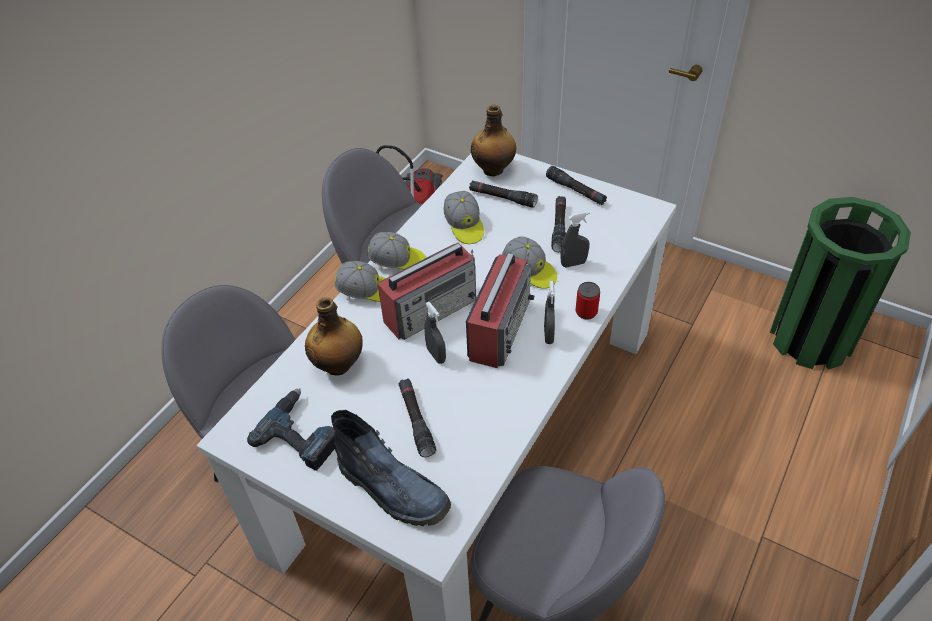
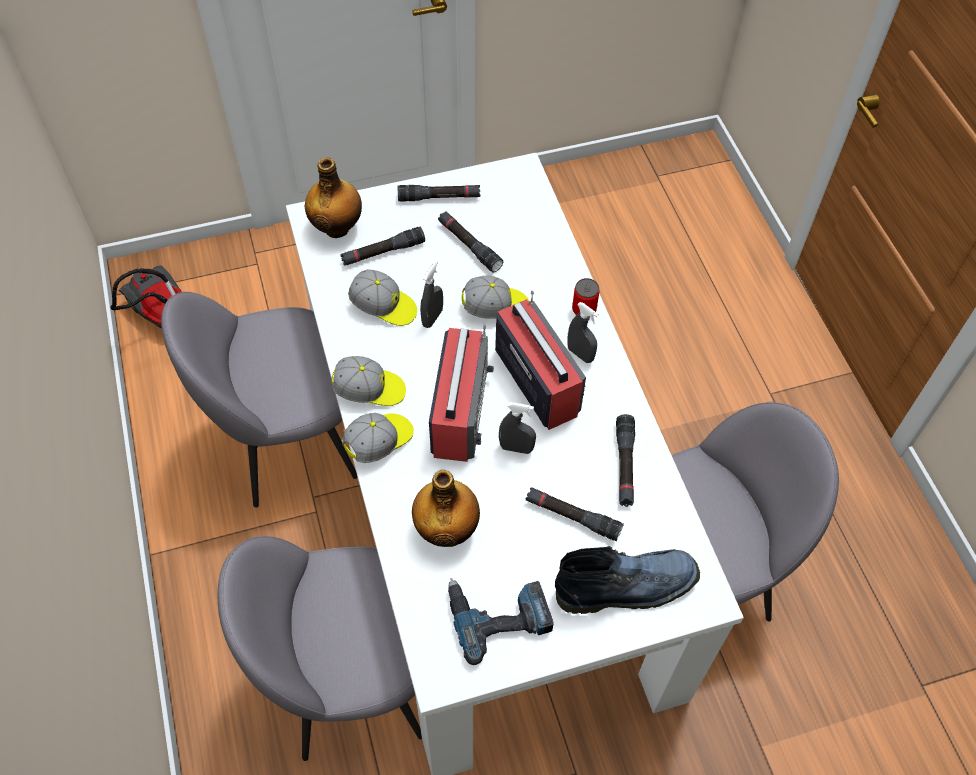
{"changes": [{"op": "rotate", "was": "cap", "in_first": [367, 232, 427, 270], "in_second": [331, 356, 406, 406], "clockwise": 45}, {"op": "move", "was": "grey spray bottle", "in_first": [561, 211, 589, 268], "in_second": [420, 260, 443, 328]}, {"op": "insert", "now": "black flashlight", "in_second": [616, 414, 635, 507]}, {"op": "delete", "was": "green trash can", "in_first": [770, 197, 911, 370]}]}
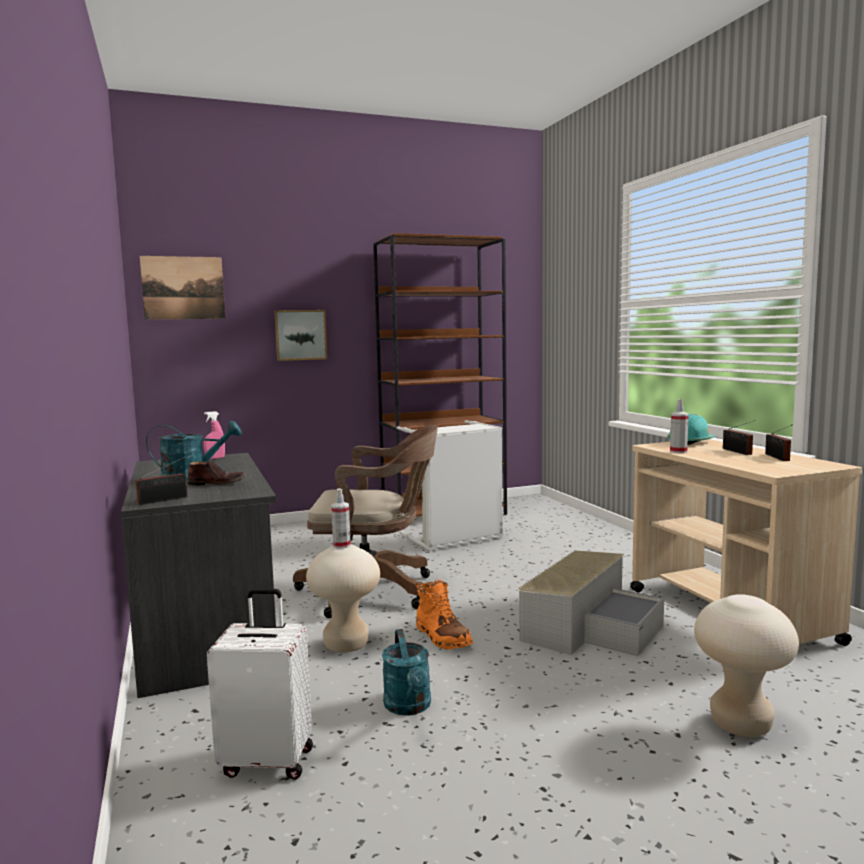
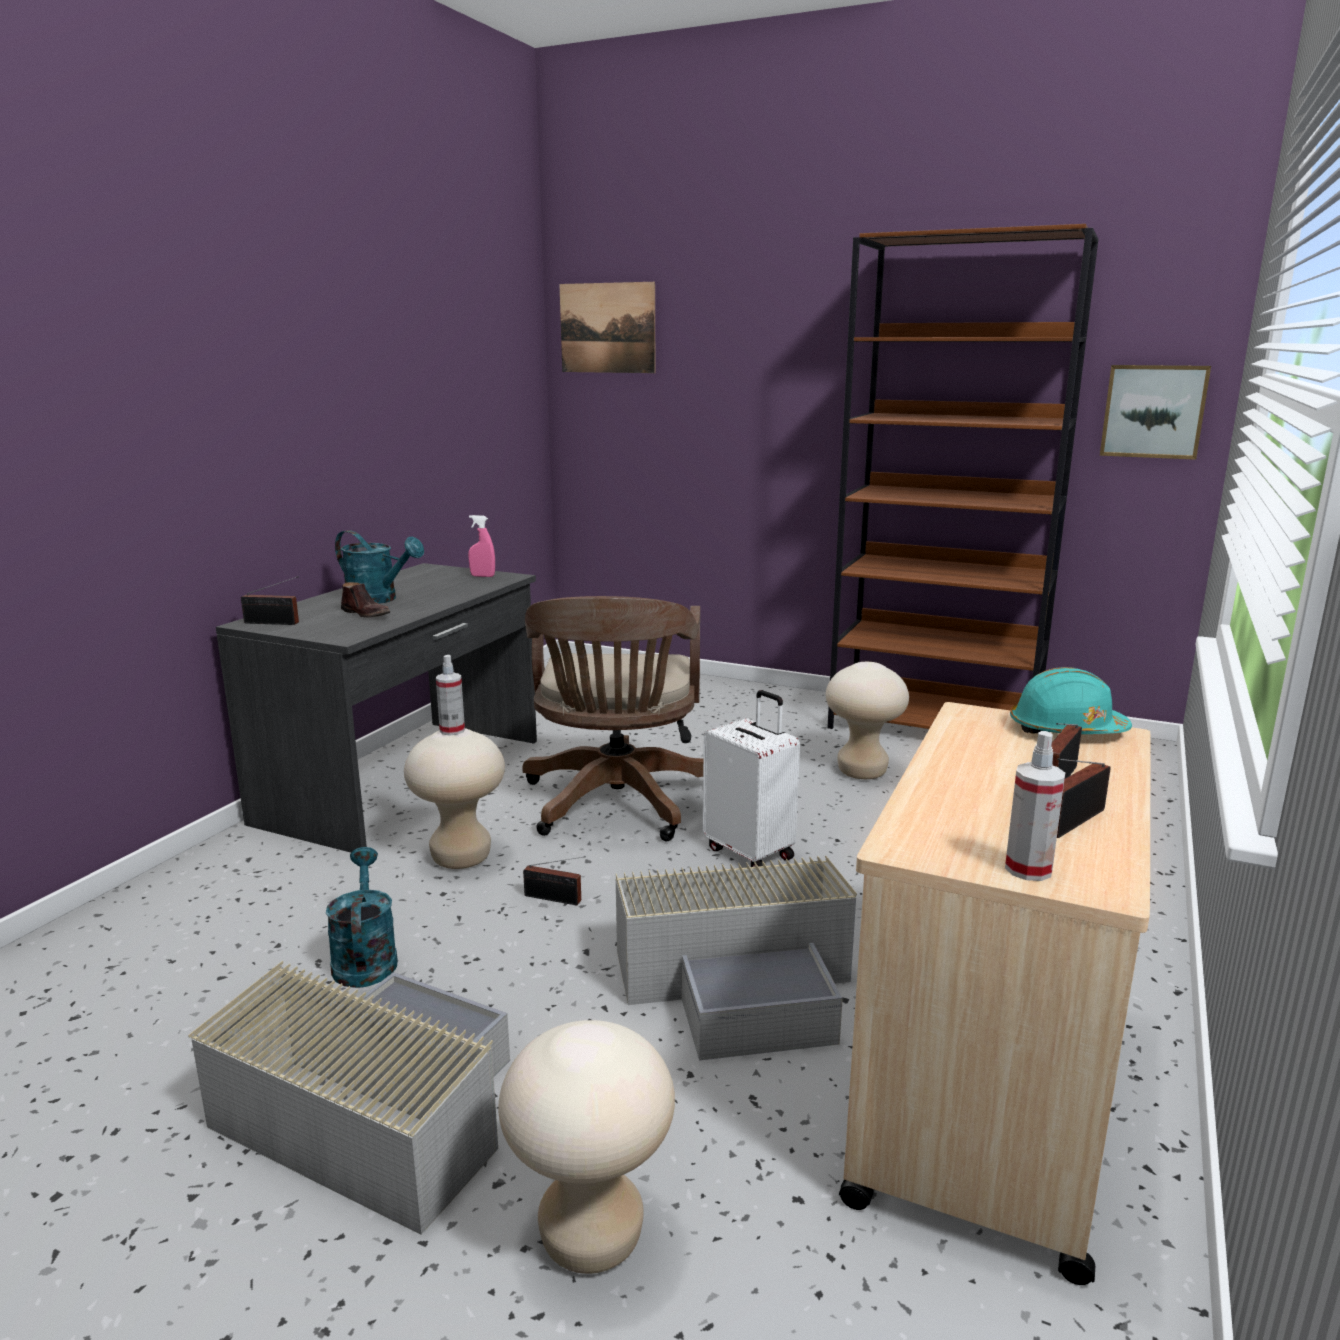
{"changes": [{"op": "insert", "now": "grey storage box", "in_second": [188, 961, 510, 1235]}, {"op": "rotate", "was": "turquoise watering can", "in_first": [382, 629, 431, 716], "in_second": [326, 847, 398, 988], "clockwise": 135}, {"op": "rotate", "was": "brown office chair", "in_first": [293, 425, 438, 618], "in_second": [522, 596, 703, 841], "clockwise": 45}, {"op": "replace", "was": "orange boot", "now": "radio", "in_first": [416, 580, 473, 650], "in_second": [523, 856, 586, 905]}, {"op": "move", "was": "white suitcase", "in_first": [207, 589, 313, 780], "in_second": [703, 690, 800, 867]}, {"op": "replace", "was": "grey laundry basket", "now": "beige stool", "in_first": [396, 420, 503, 551], "in_second": [826, 662, 909, 779]}, {"op": "move", "was": "spray bottle", "in_first": [670, 399, 689, 454], "in_second": [1005, 731, 1065, 881]}, {"op": "move", "was": "picture", "in_first": [274, 310, 327, 361], "in_second": [1100, 365, 1211, 460]}]}
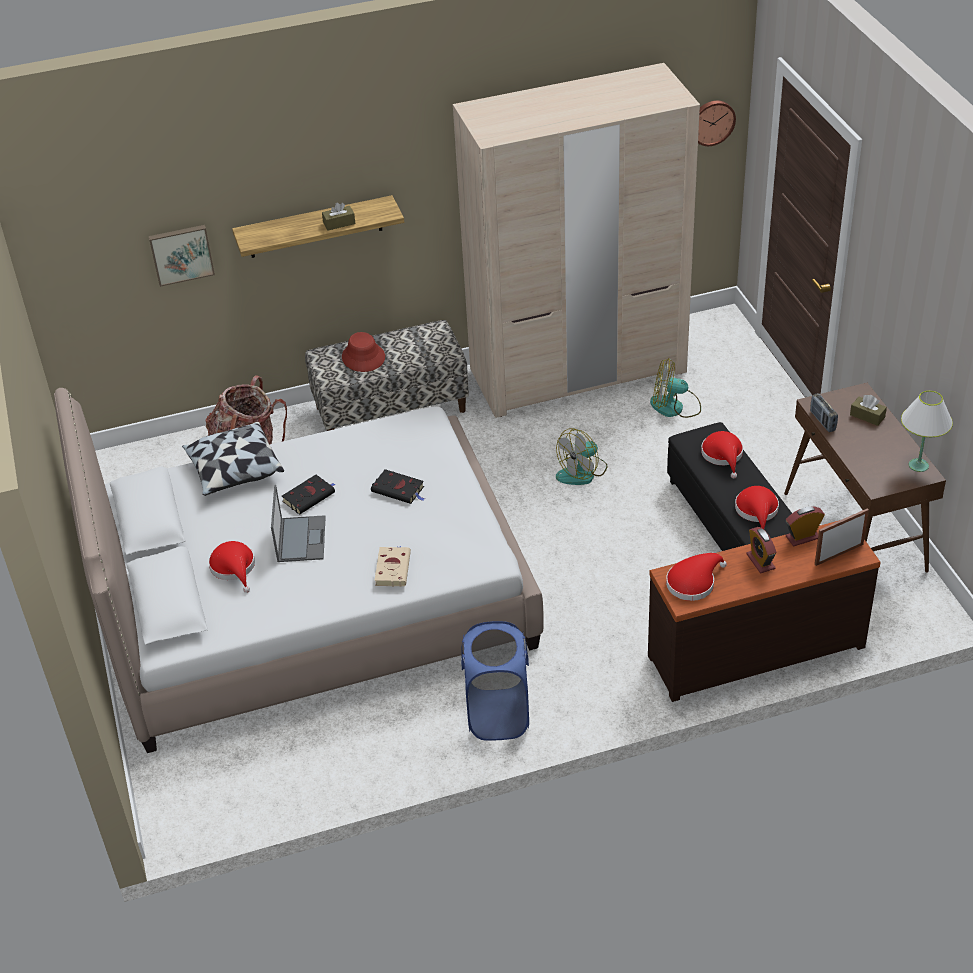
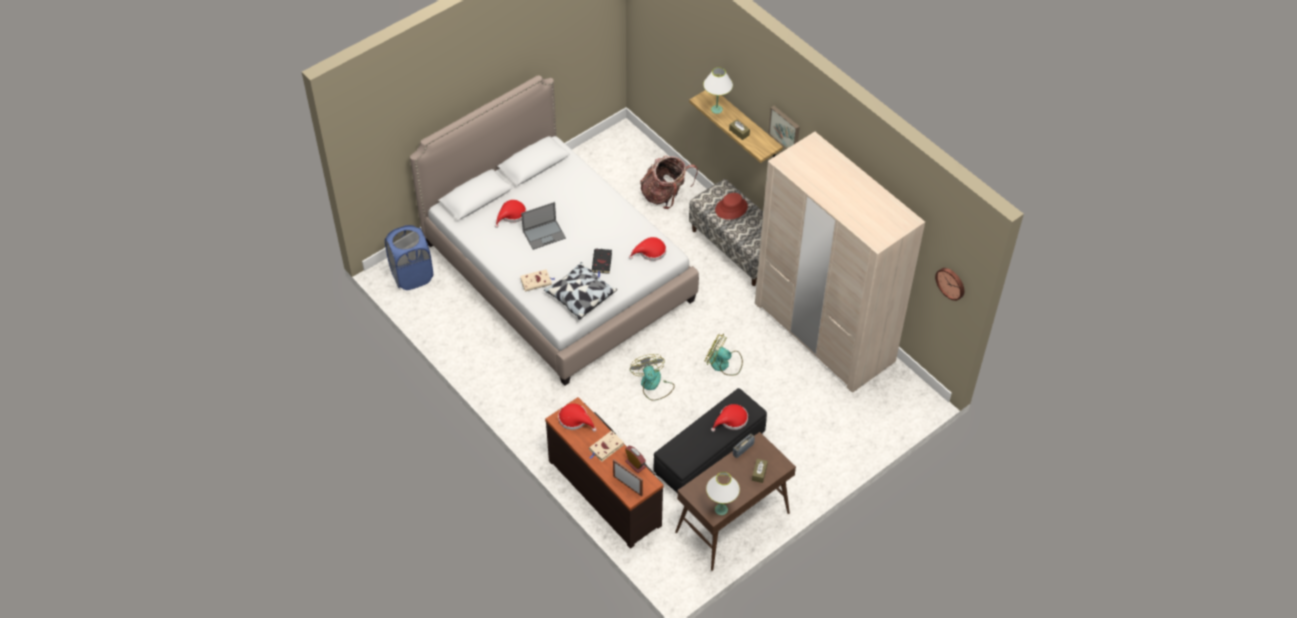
{"changes": [{"op": "move", "was": "blue laundry basket", "in_first": [461, 621, 529, 741], "in_second": [385, 225, 433, 290]}, {"op": "move", "was": "pillow", "in_first": [182, 422, 284, 496], "in_second": [544, 262, 617, 320]}, {"op": "replace", "was": "alarm clock", "now": "beige book", "in_first": [746, 527, 776, 573], "in_second": [589, 431, 624, 462]}, {"op": "move", "was": "red hat", "in_first": [735, 486, 779, 529], "in_second": [629, 237, 666, 261]}, {"op": "move", "was": "fan", "in_first": [650, 358, 701, 418], "in_second": [630, 354, 675, 401]}, {"op": "insert", "now": "white table lamp", "in_second": [703, 67, 733, 114]}, {"op": "move", "was": "picture", "in_first": [149, 225, 215, 287], "in_second": [768, 106, 800, 149]}, {"op": "delete", "was": "black book", "in_first": [282, 475, 335, 514]}]}
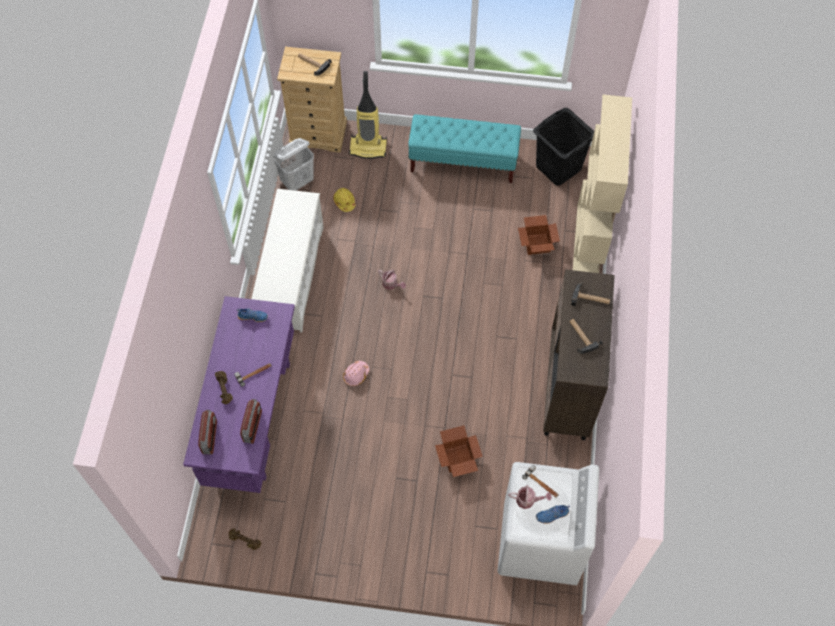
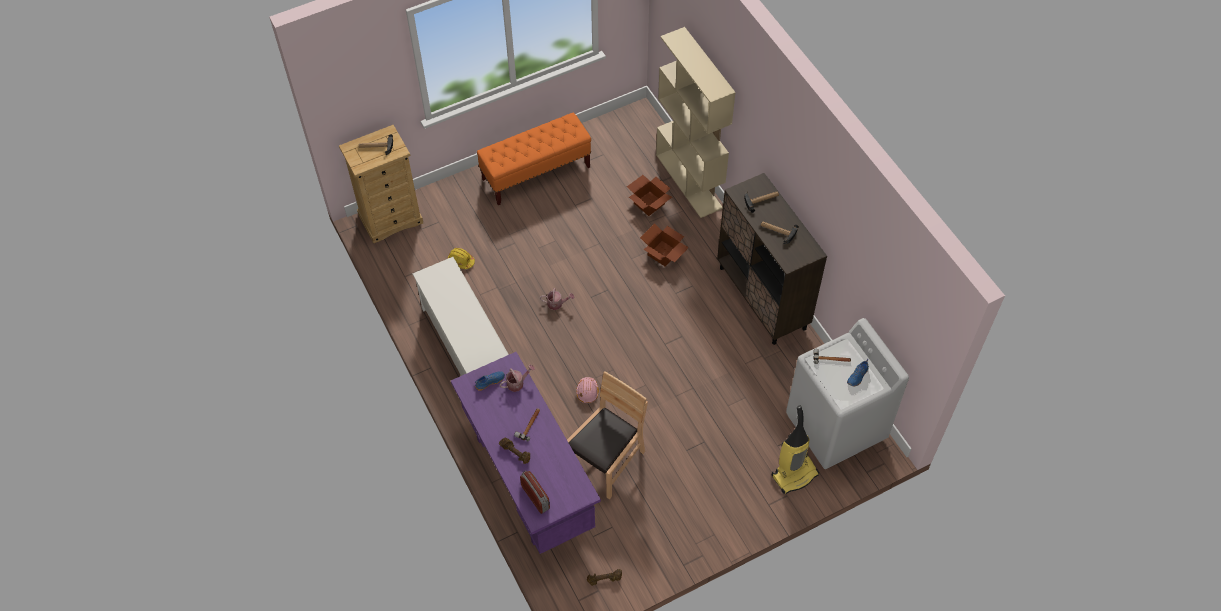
{"changes": [{"op": "recolor", "was": "turquoise bench", "now": "orange bench", "in_first": [408, 114, 521, 183], "in_second": [477, 113, 591, 205]}, {"op": "move", "was": "watering can", "in_first": [508, 485, 552, 509], "in_second": [500, 365, 535, 392]}, {"op": "insert", "now": "brown chair", "in_second": [567, 371, 648, 500]}, {"op": "move", "was": "cardboard box", "in_first": [435, 425, 483, 477], "in_second": [640, 223, 689, 267]}, {"op": "move", "was": "vacuum cleaner", "in_first": [349, 71, 387, 159], "in_second": [772, 405, 819, 494]}, {"op": "delete", "was": "radio", "in_first": [240, 399, 262, 444]}, {"op": "delete", "was": "white laundry basket", "in_first": [273, 138, 314, 191]}, {"op": "delete", "was": "black laundry basket", "in_first": [533, 108, 594, 186]}]}
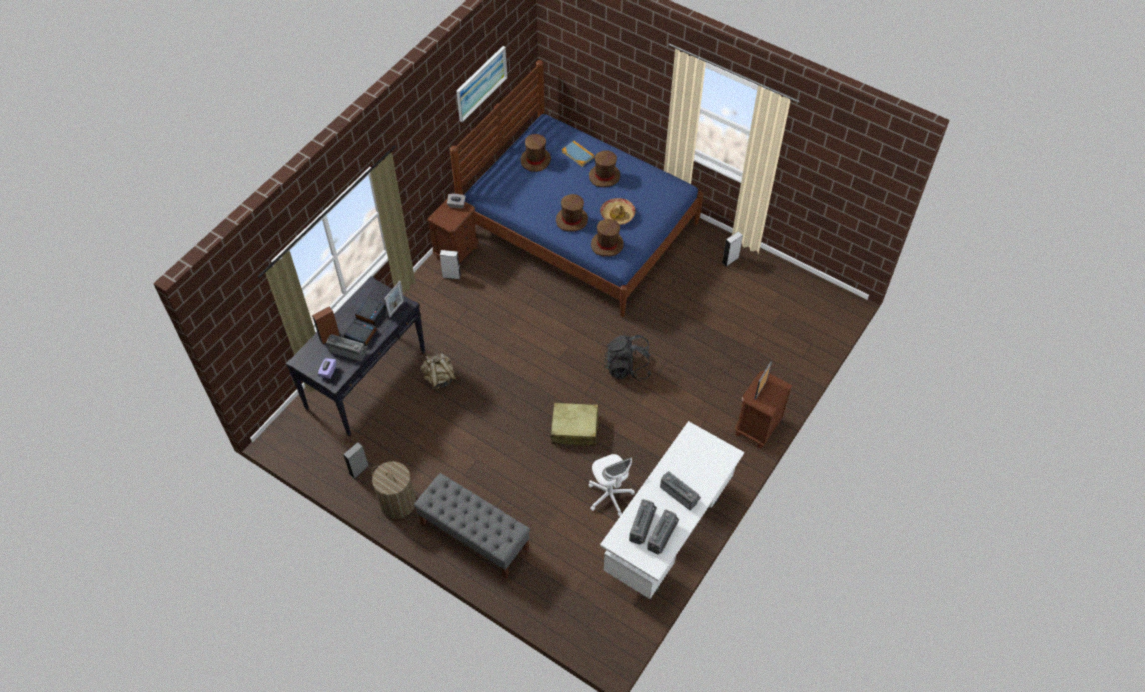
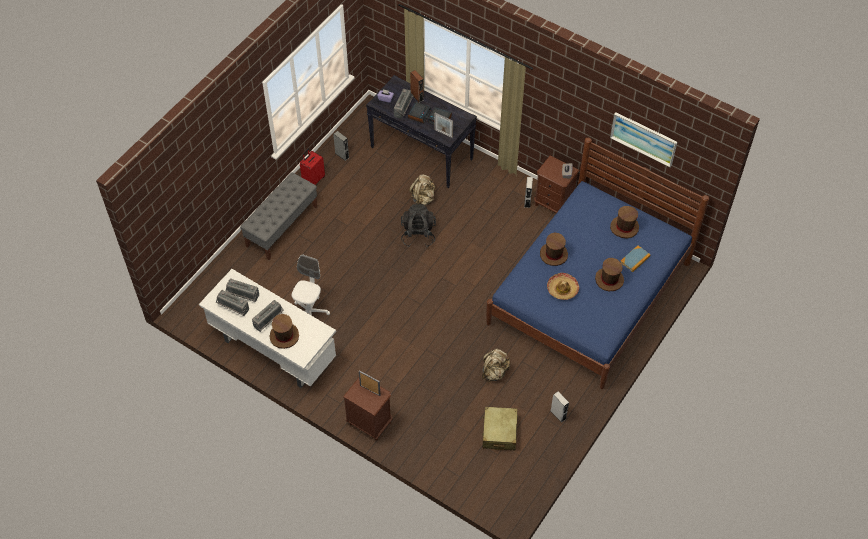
{"changes": [{"op": "move", "was": "brown hat", "in_first": [591, 219, 624, 257], "in_second": [270, 314, 299, 349]}, {"op": "rotate", "was": "white office chair", "in_first": [589, 454, 635, 517], "in_second": [292, 254, 330, 316], "clockwise": 135}, {"op": "replace", "was": "laundry basket", "now": "red suitcase", "in_first": [371, 461, 416, 519], "in_second": [300, 149, 325, 185]}, {"op": "move", "was": "black backpack", "in_first": [604, 335, 651, 381], "in_second": [401, 204, 436, 247]}, {"op": "insert", "now": "beige backpack", "in_second": [482, 349, 510, 382]}, {"op": "move", "was": "beige suitcase", "in_first": [551, 403, 601, 446], "in_second": [482, 407, 518, 450]}]}
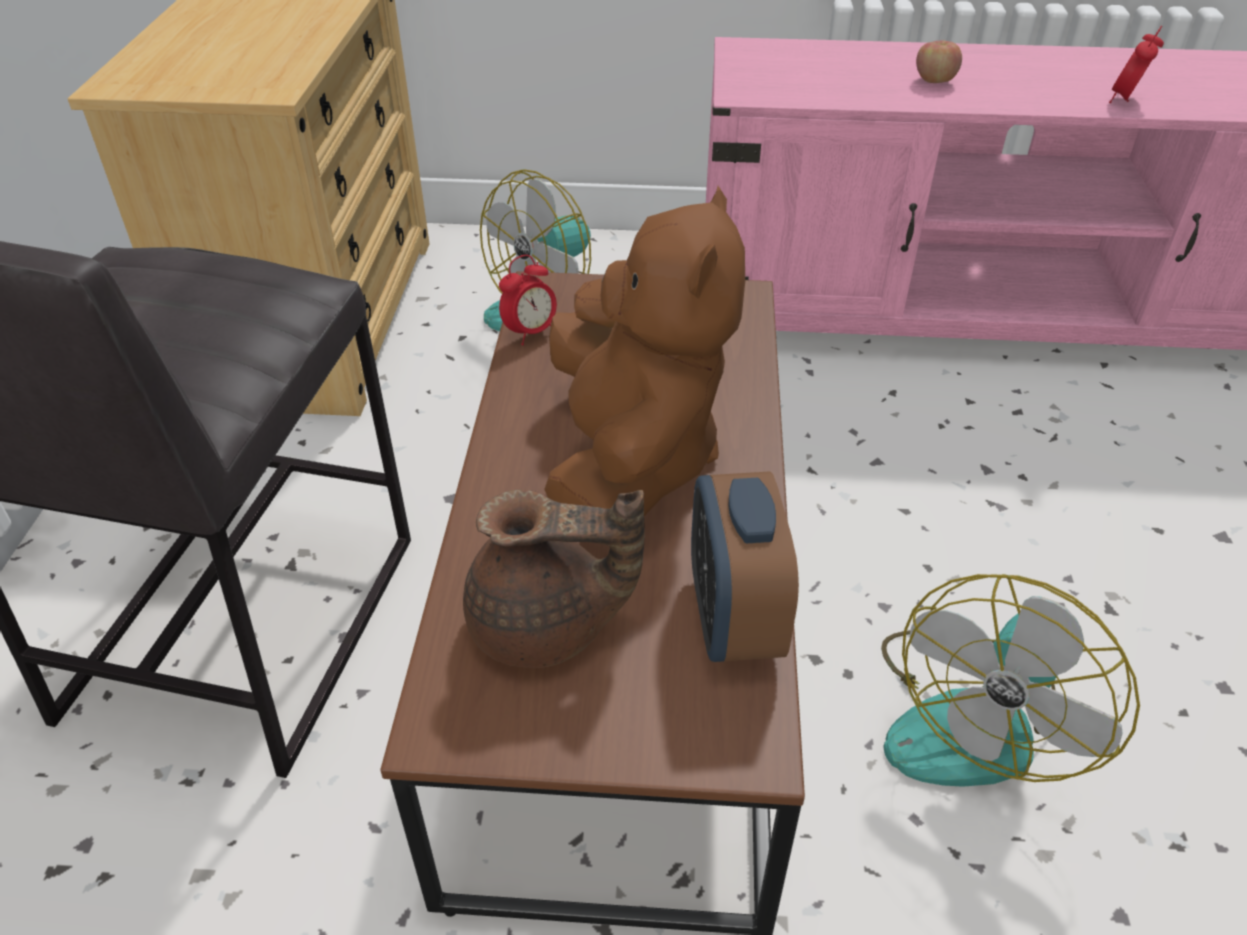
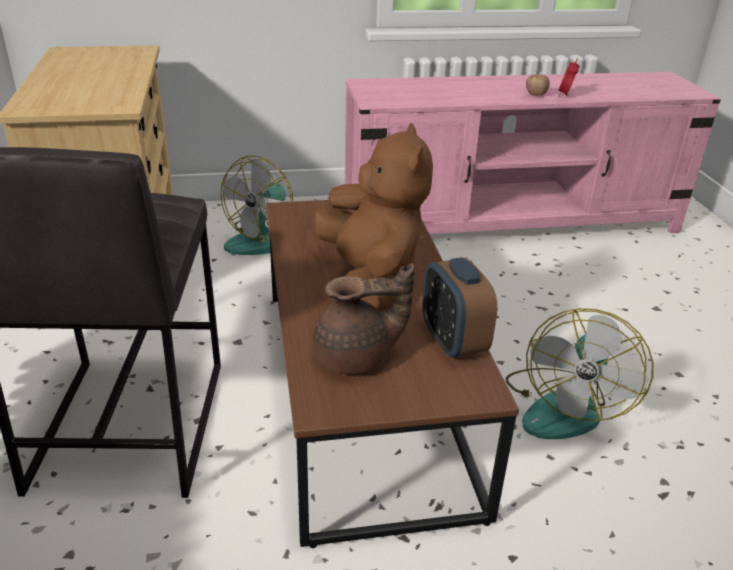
{"changes": [{"op": "move", "was": "apple", "in_first": [916, 40, 962, 83], "in_second": [526, 74, 550, 96]}, {"op": "delete", "was": "alarm clock", "in_first": [499, 255, 557, 345]}]}
